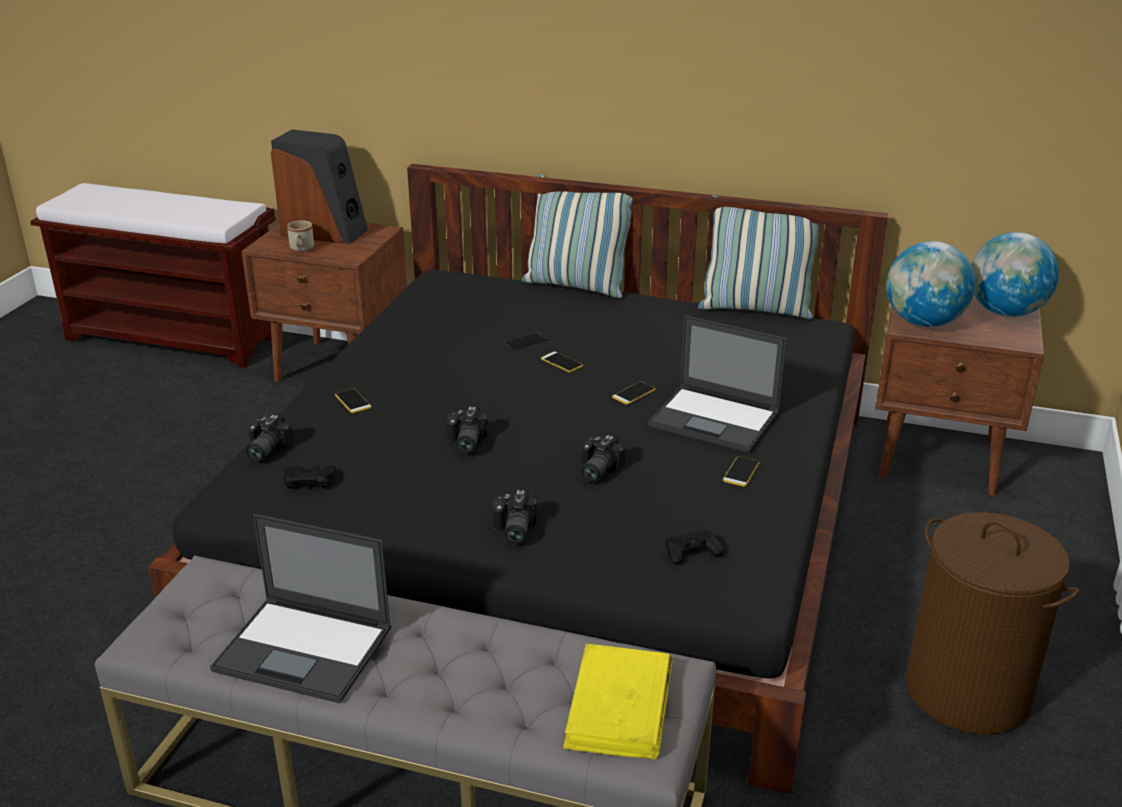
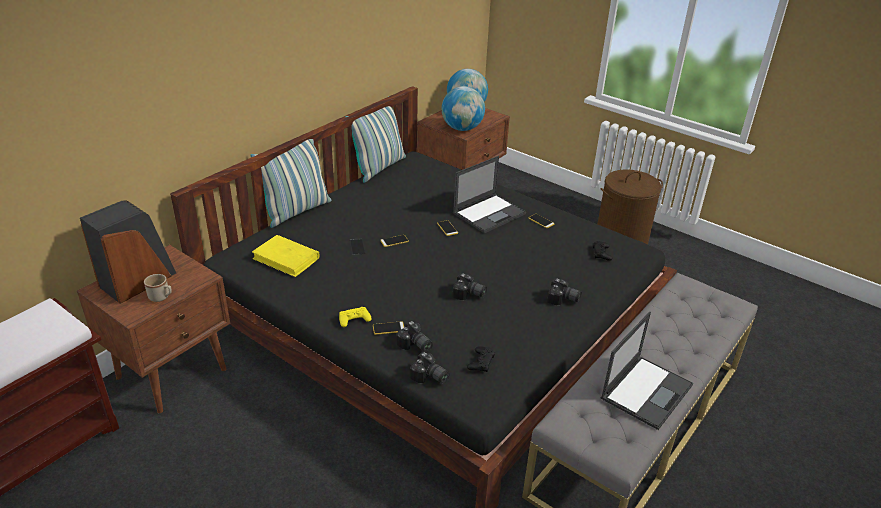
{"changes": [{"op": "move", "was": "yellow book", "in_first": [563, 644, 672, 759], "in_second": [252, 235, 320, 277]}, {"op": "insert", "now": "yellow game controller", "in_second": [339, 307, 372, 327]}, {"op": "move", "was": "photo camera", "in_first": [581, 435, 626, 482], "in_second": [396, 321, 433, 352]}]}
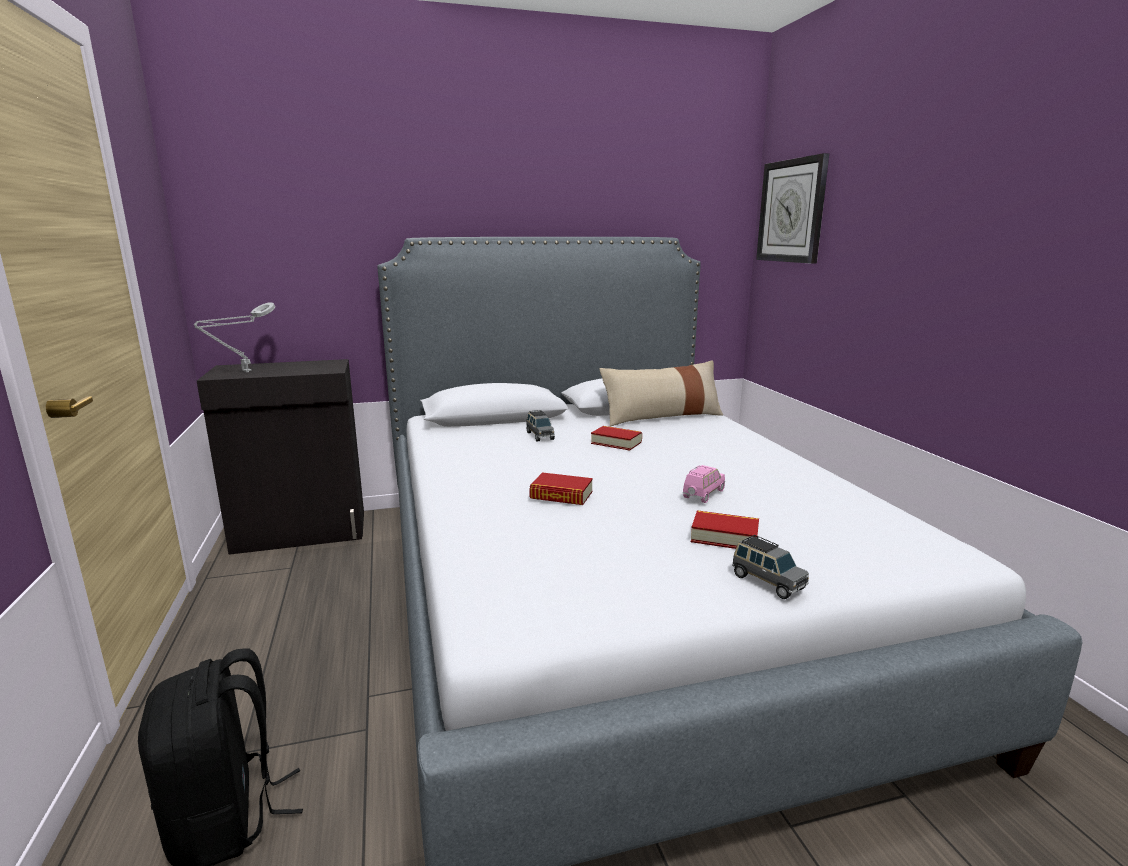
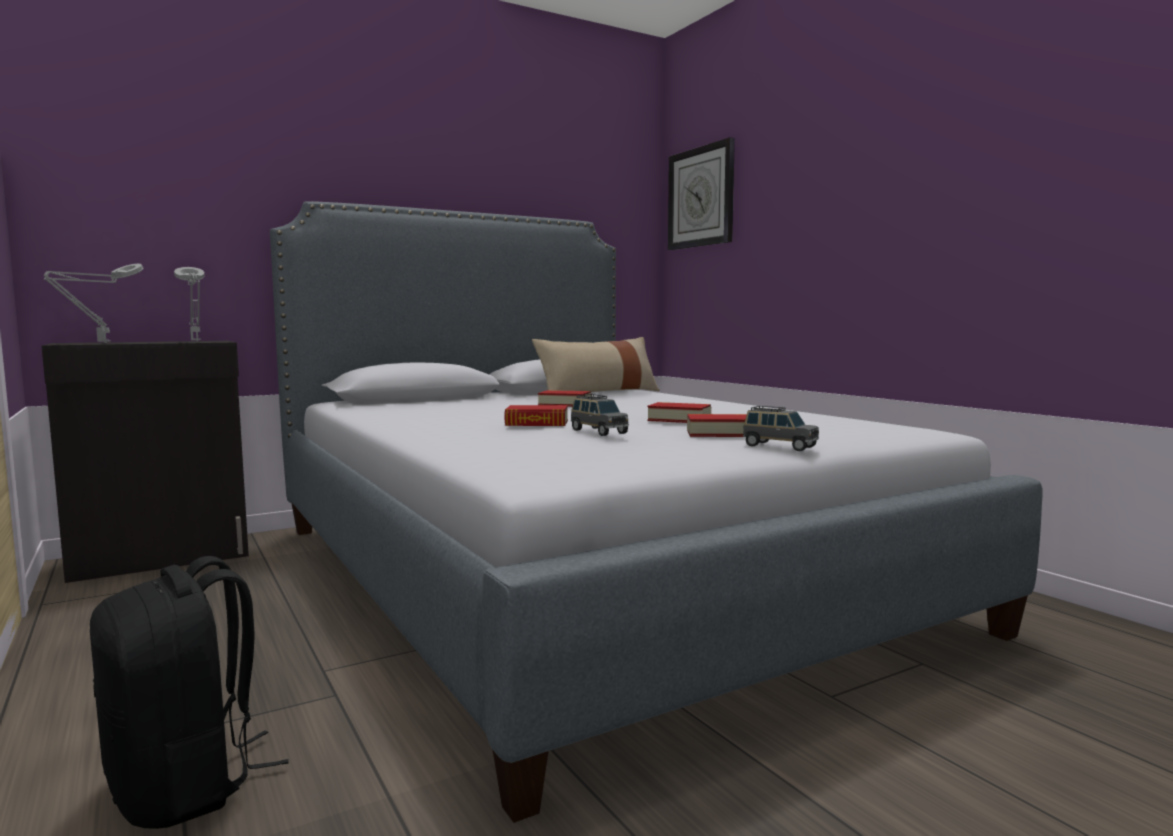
{"changes": [{"op": "insert", "now": "grey table lamp", "in_second": [174, 267, 205, 341]}, {"op": "move", "was": "grey toy car", "in_first": [526, 410, 555, 441], "in_second": [571, 394, 629, 436]}, {"op": "replace", "was": "pink toy car", "now": "book", "in_first": [683, 465, 725, 503], "in_second": [647, 402, 711, 423]}]}
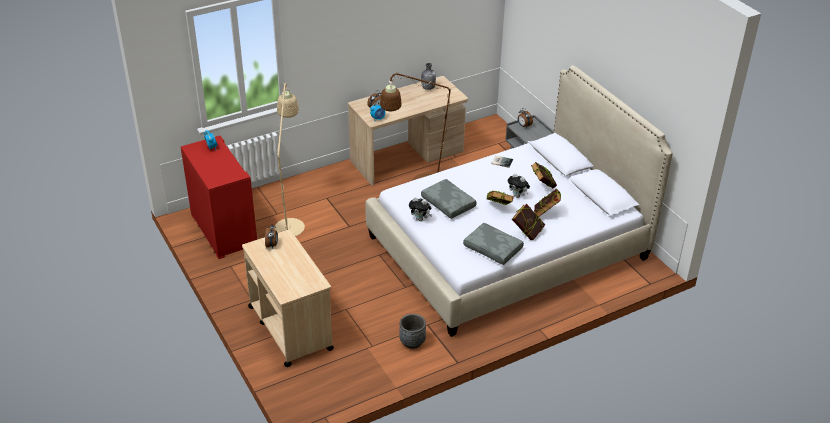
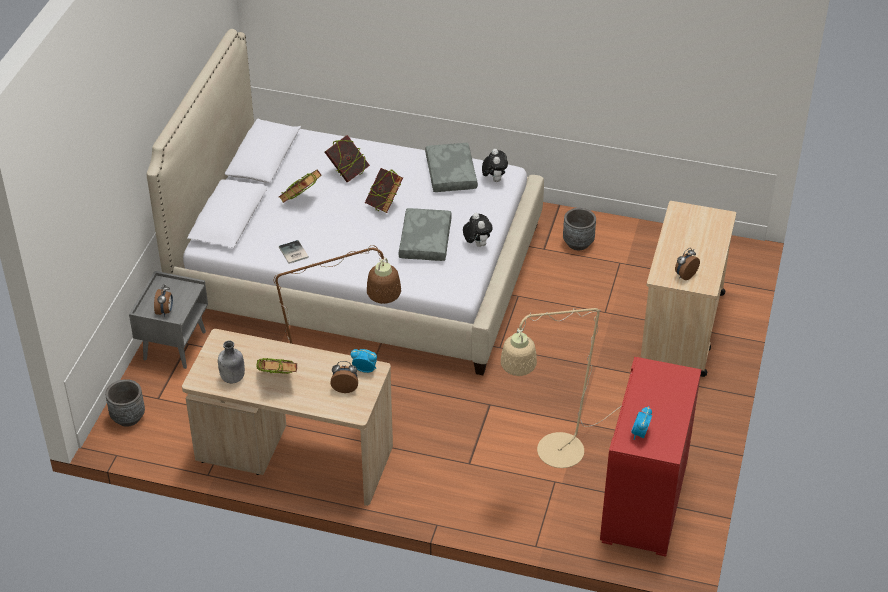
{"changes": [{"op": "insert", "now": "grey planter", "in_second": [105, 379, 145, 427]}, {"op": "move", "was": "book", "in_first": [512, 204, 545, 240], "in_second": [256, 358, 297, 374]}, {"op": "move", "was": "plush toy", "in_first": [508, 173, 530, 198], "in_second": [482, 149, 508, 182]}]}
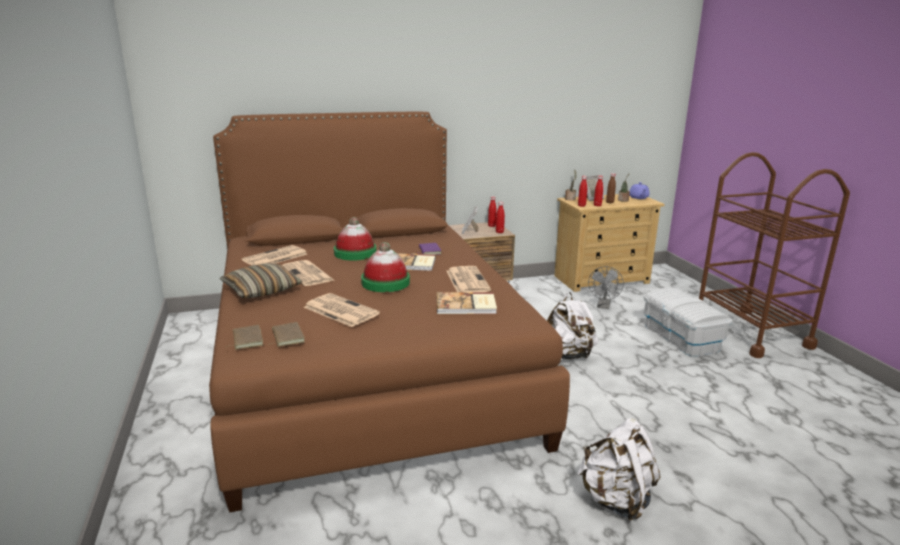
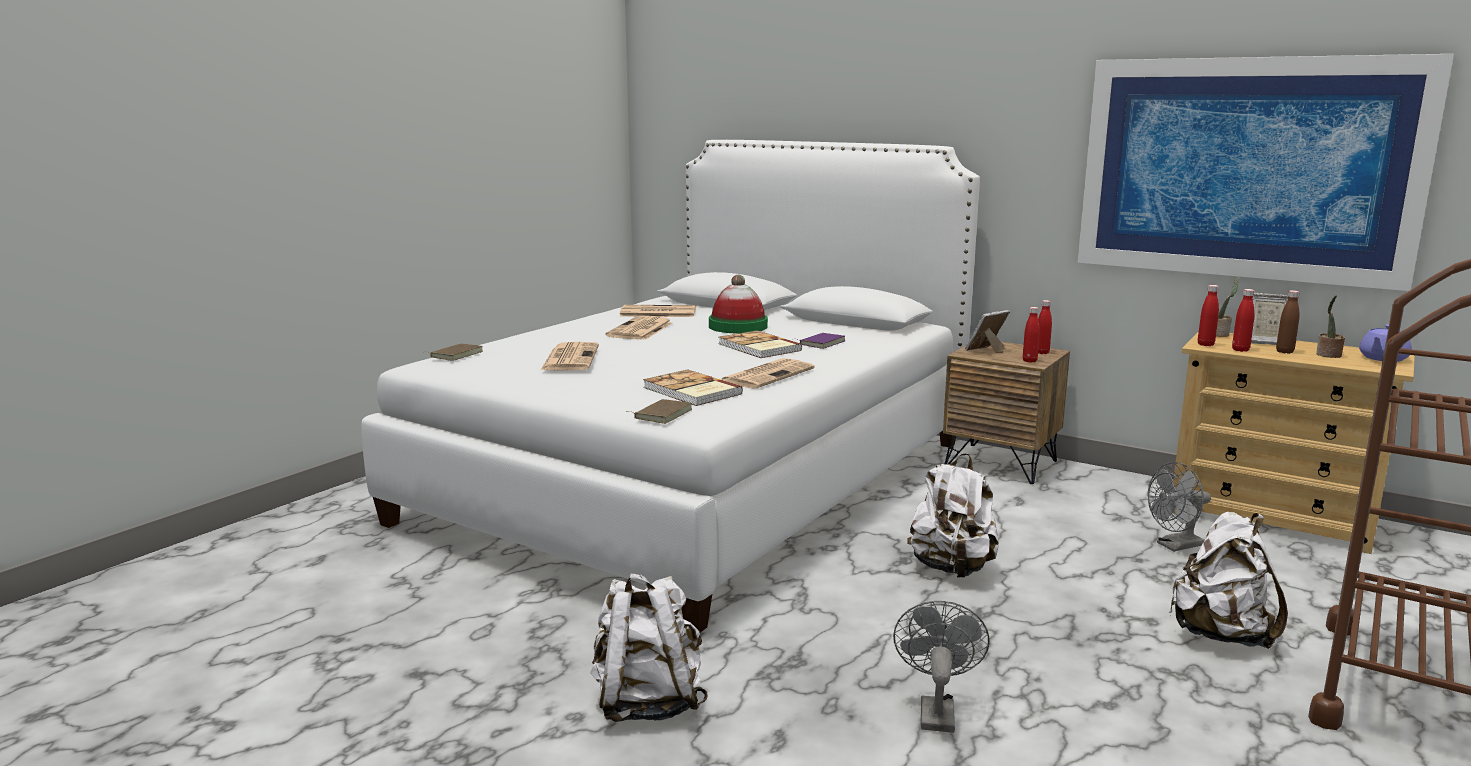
{"changes": [{"op": "recolor", "was": "brown bed", "now": "white bed", "in_first": [209, 112, 570, 513], "in_second": [361, 140, 980, 632]}, {"op": "move", "was": "brown book", "in_first": [268, 322, 305, 347], "in_second": [626, 399, 692, 424]}, {"op": "insert", "now": "grey fan", "in_second": [893, 601, 990, 733]}, {"op": "insert", "now": "picture", "in_second": [1078, 54, 1454, 291]}, {"op": "replace", "was": "white storage box", "now": "white backpack", "in_first": [643, 288, 733, 356], "in_second": [1169, 512, 1288, 649]}, {"op": "delete", "was": "pillow", "in_first": [220, 263, 302, 298]}, {"op": "delete", "was": "hat", "in_first": [361, 242, 410, 292]}]}
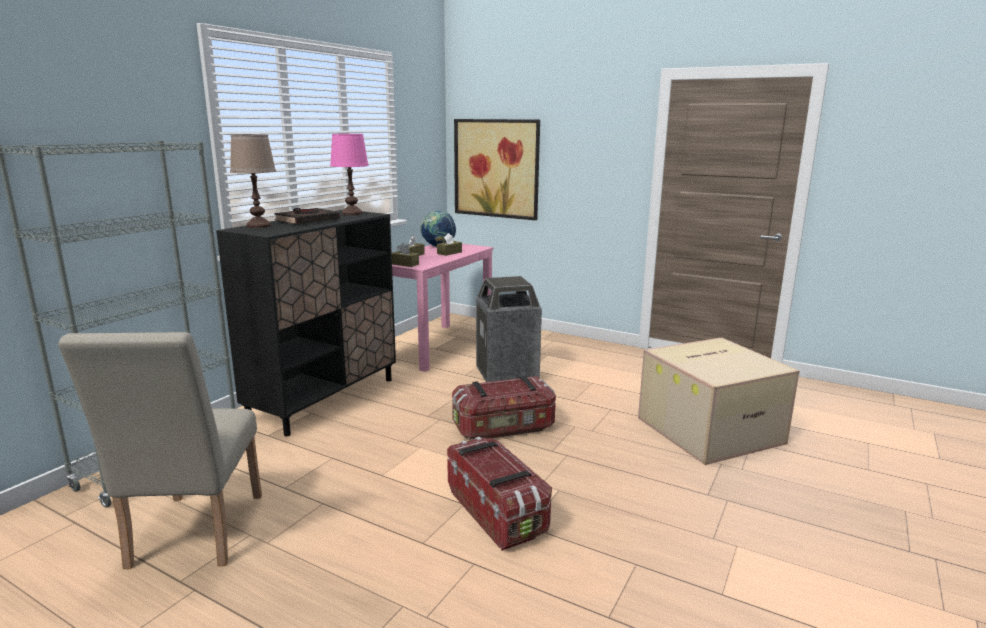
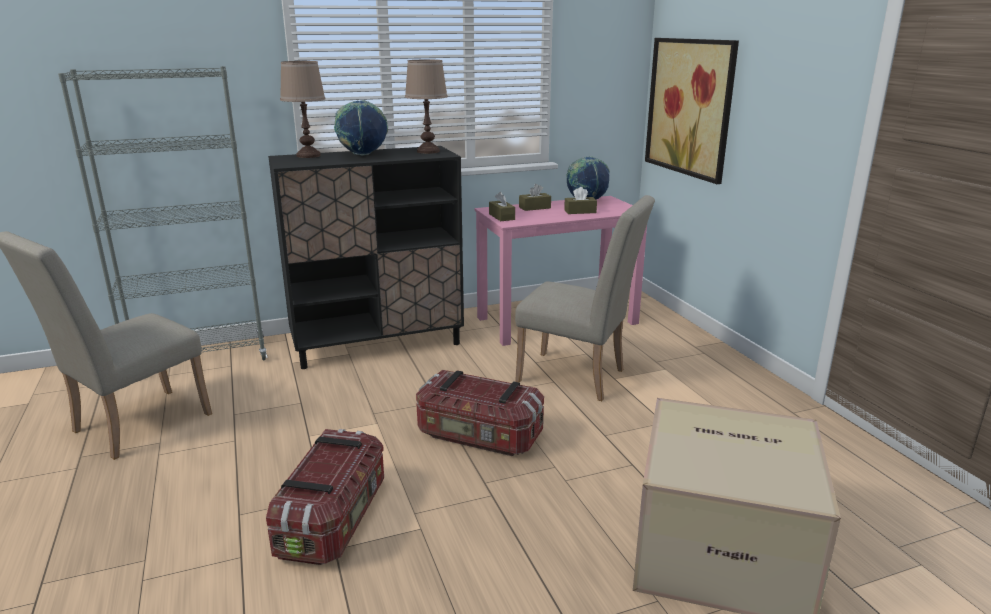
{"changes": [{"op": "replace", "was": "black book", "now": "globe", "in_first": [274, 208, 340, 224], "in_second": [334, 100, 388, 155]}, {"op": "recolor", "was": "pink table lamp", "now": "brown table lamp", "in_first": [330, 134, 369, 215], "in_second": [405, 60, 448, 154]}, {"op": "replace", "was": "trash can", "now": "beige chair", "in_first": [476, 276, 542, 382], "in_second": [515, 195, 655, 401]}]}
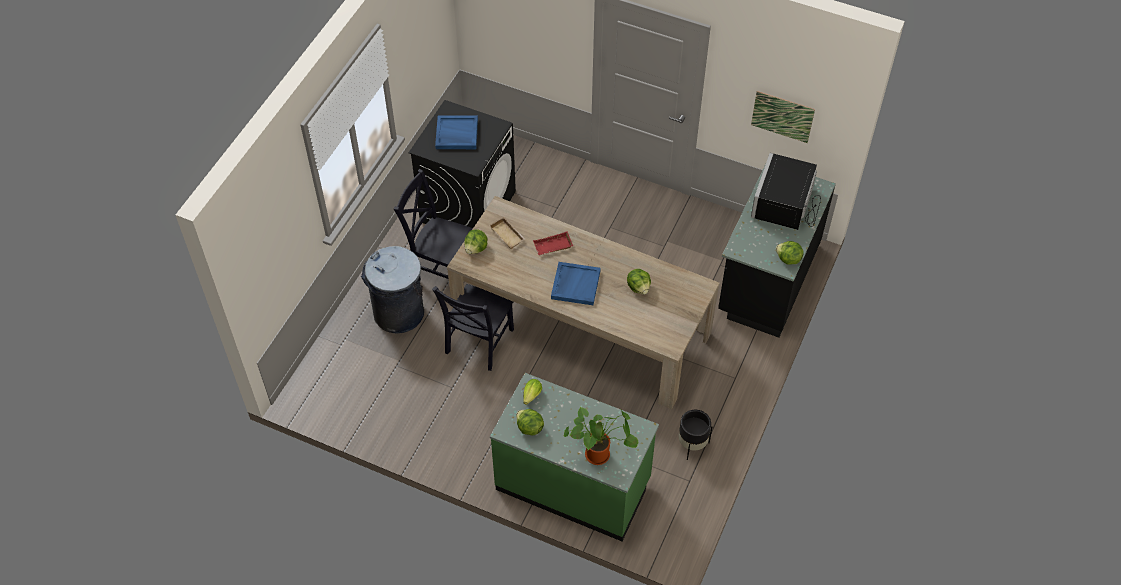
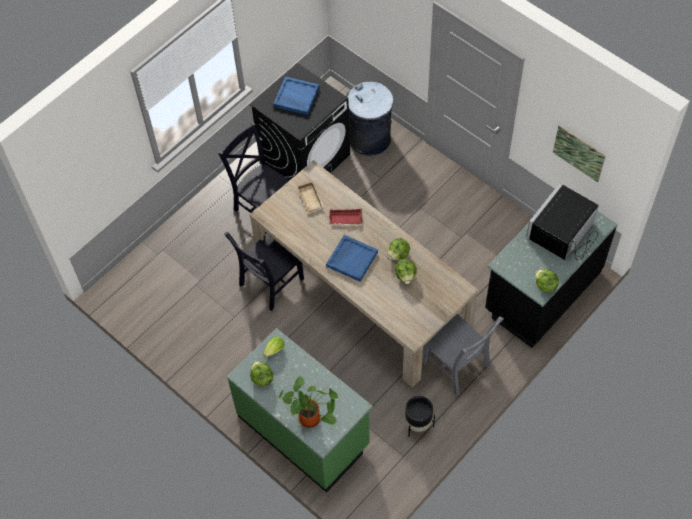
{"changes": [{"op": "move", "was": "grey trash can", "in_first": [361, 246, 424, 333], "in_second": [346, 82, 394, 156]}, {"op": "move", "was": "lettuce", "in_first": [464, 229, 488, 254], "in_second": [387, 238, 410, 260]}, {"op": "insert", "now": "grey chair", "in_second": [422, 314, 504, 395]}]}
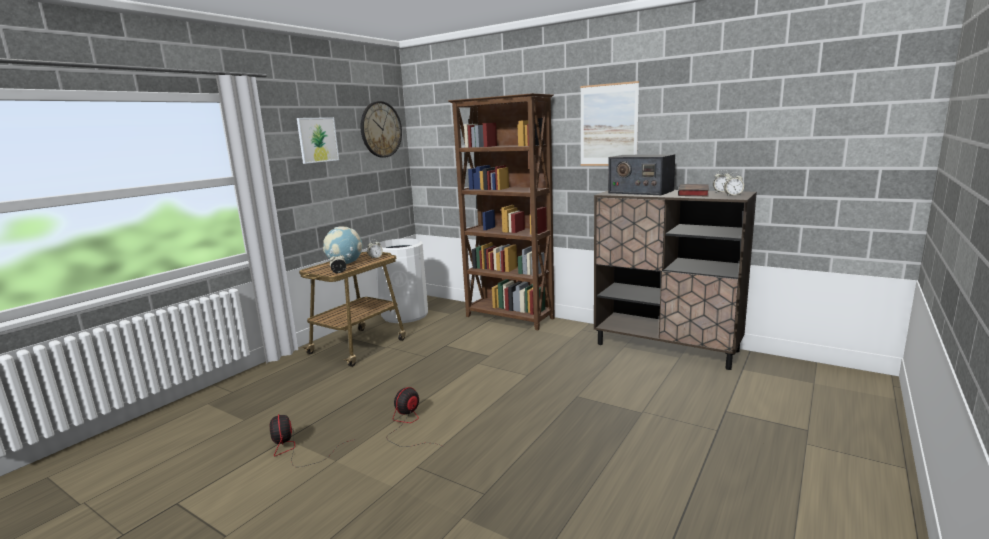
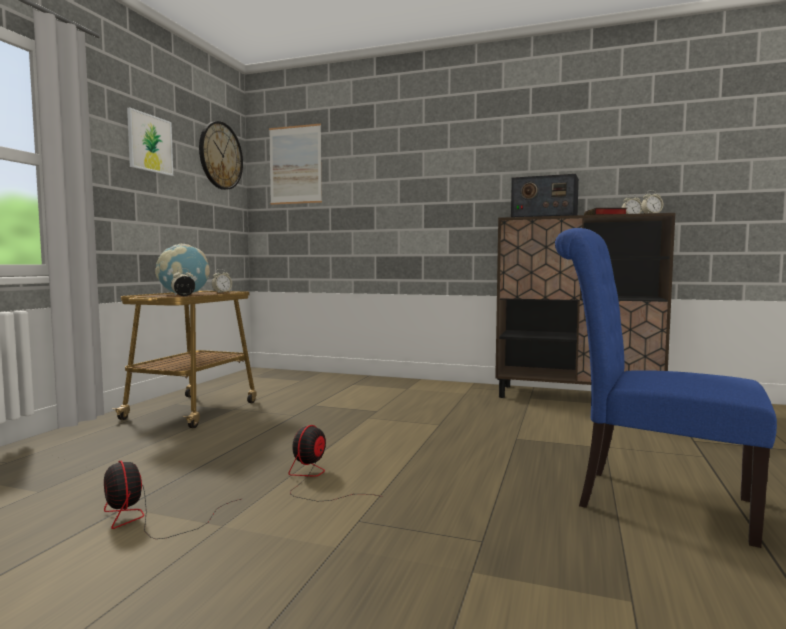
{"changes": [{"op": "move", "was": "picture", "in_first": [580, 81, 639, 166], "in_second": [269, 124, 322, 205]}, {"op": "insert", "now": "blue chair", "in_second": [555, 228, 777, 548]}, {"op": "delete", "was": "white trash can", "in_first": [376, 238, 428, 323]}, {"op": "delete", "was": "brown bookcase", "in_first": [448, 93, 555, 330]}]}
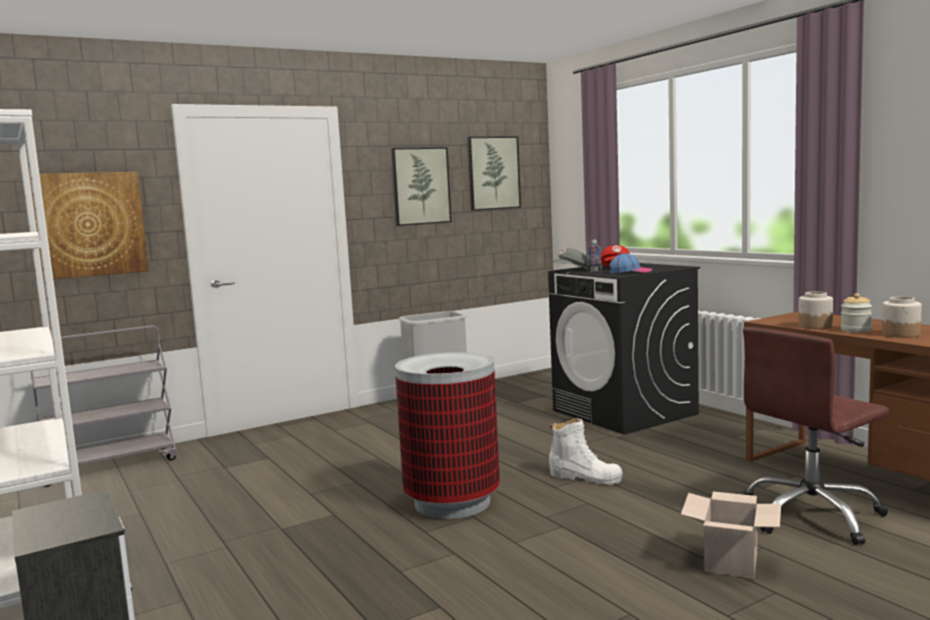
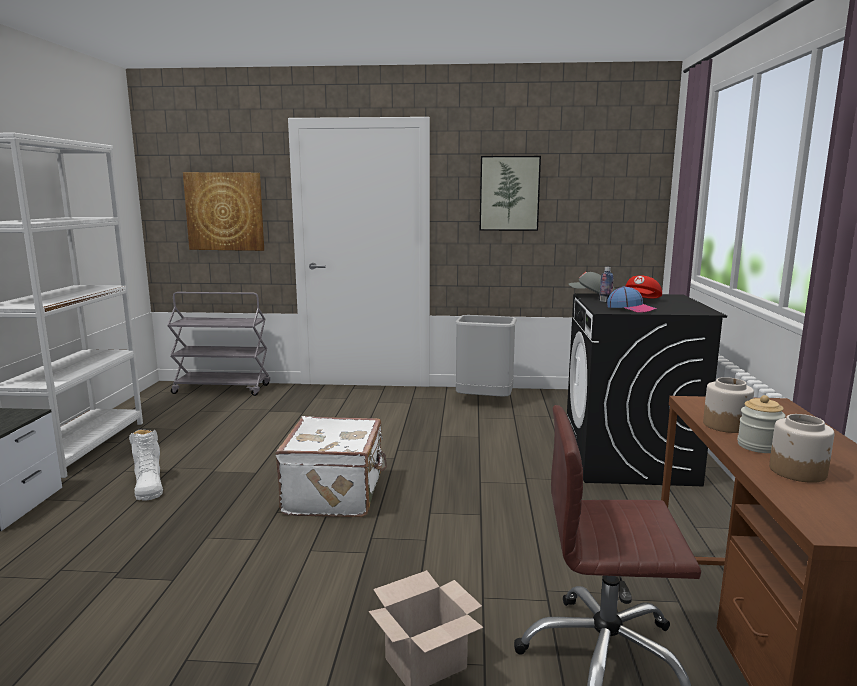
{"changes": [{"op": "move", "was": "white boot", "in_first": [549, 418, 622, 485], "in_second": [129, 429, 163, 501]}, {"op": "replace", "was": "trash can", "now": "white suitcase", "in_first": [395, 352, 500, 519], "in_second": [275, 416, 387, 517]}, {"op": "delete", "was": "picture", "in_first": [467, 136, 521, 211]}]}
